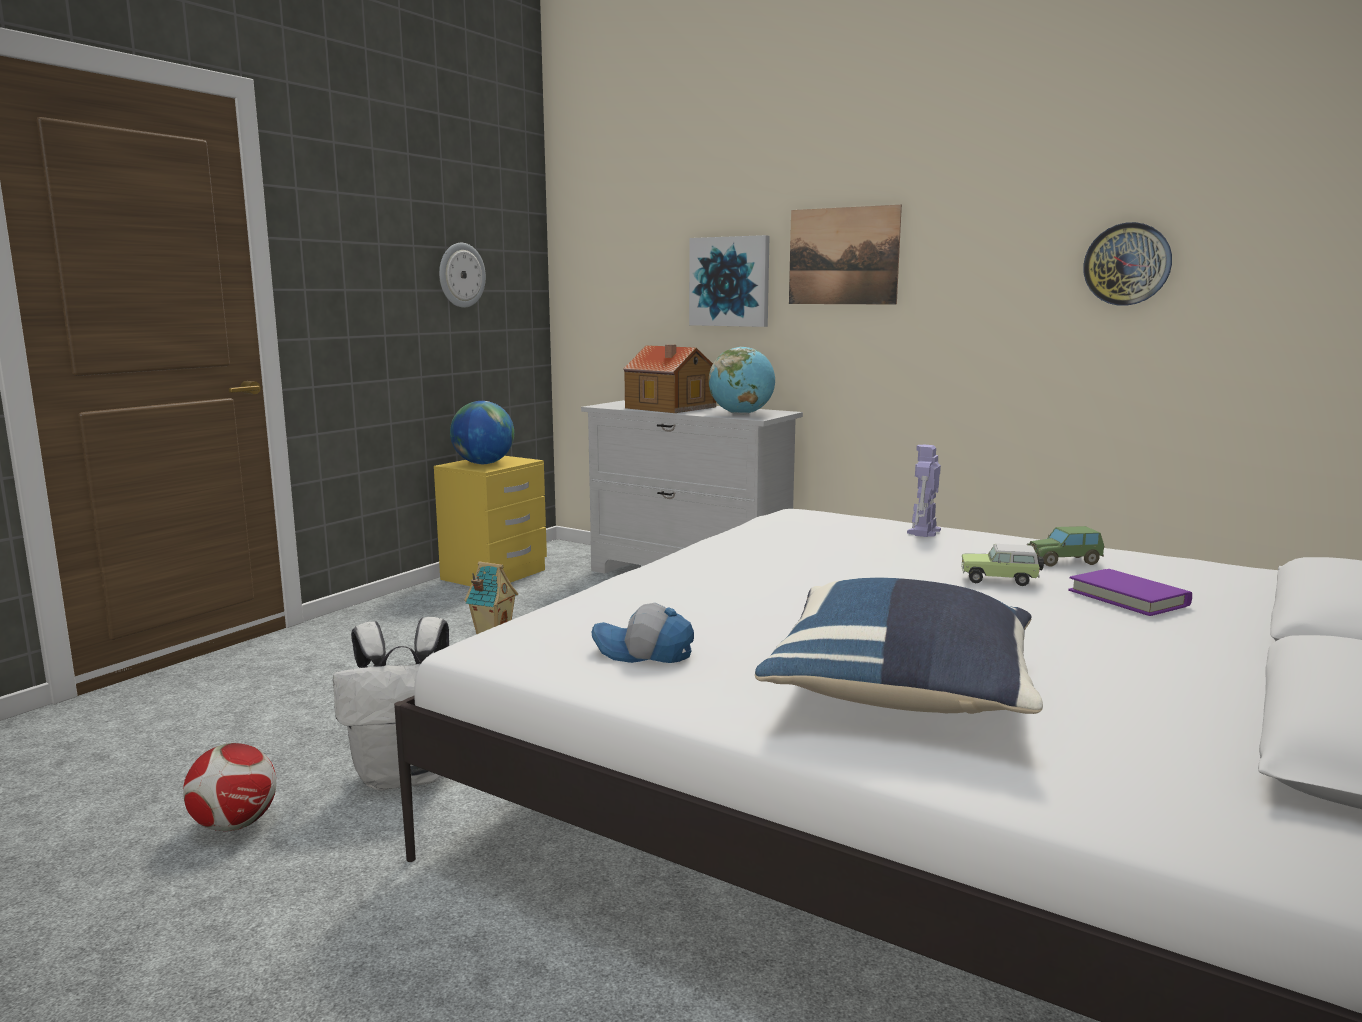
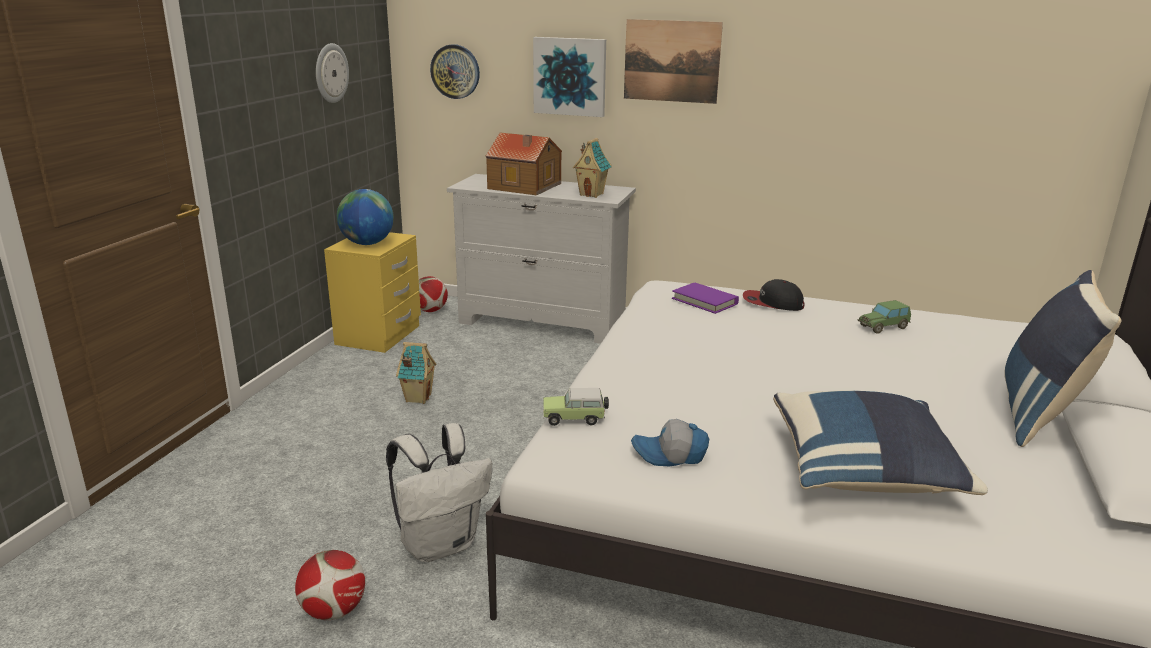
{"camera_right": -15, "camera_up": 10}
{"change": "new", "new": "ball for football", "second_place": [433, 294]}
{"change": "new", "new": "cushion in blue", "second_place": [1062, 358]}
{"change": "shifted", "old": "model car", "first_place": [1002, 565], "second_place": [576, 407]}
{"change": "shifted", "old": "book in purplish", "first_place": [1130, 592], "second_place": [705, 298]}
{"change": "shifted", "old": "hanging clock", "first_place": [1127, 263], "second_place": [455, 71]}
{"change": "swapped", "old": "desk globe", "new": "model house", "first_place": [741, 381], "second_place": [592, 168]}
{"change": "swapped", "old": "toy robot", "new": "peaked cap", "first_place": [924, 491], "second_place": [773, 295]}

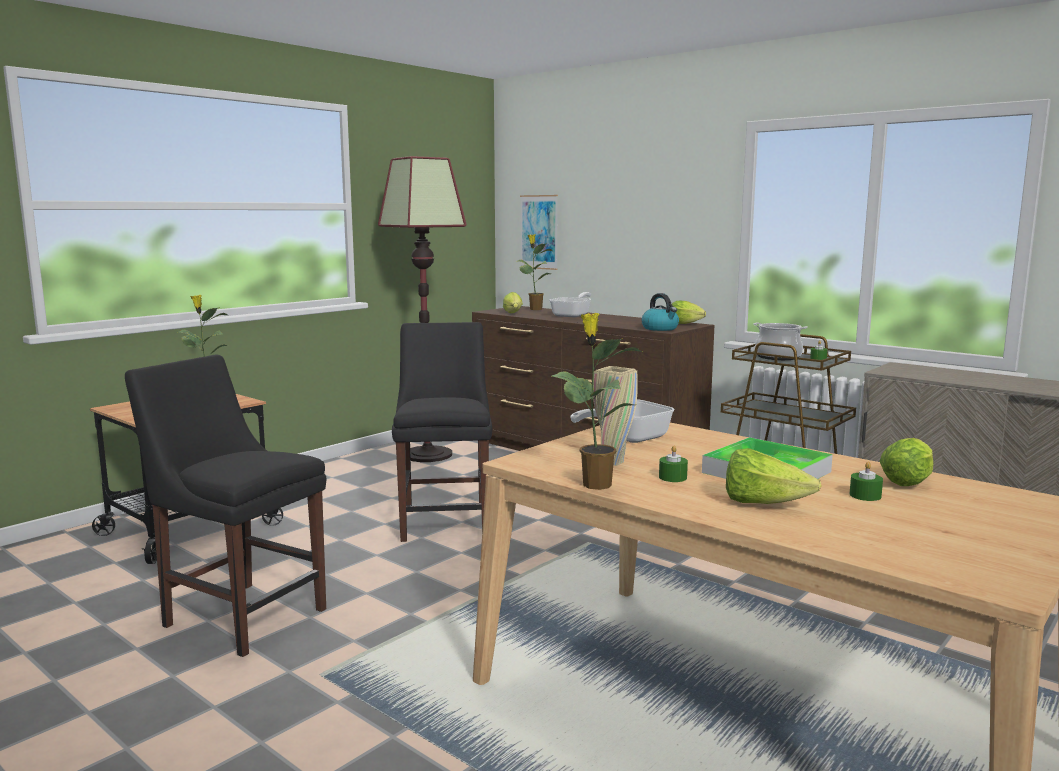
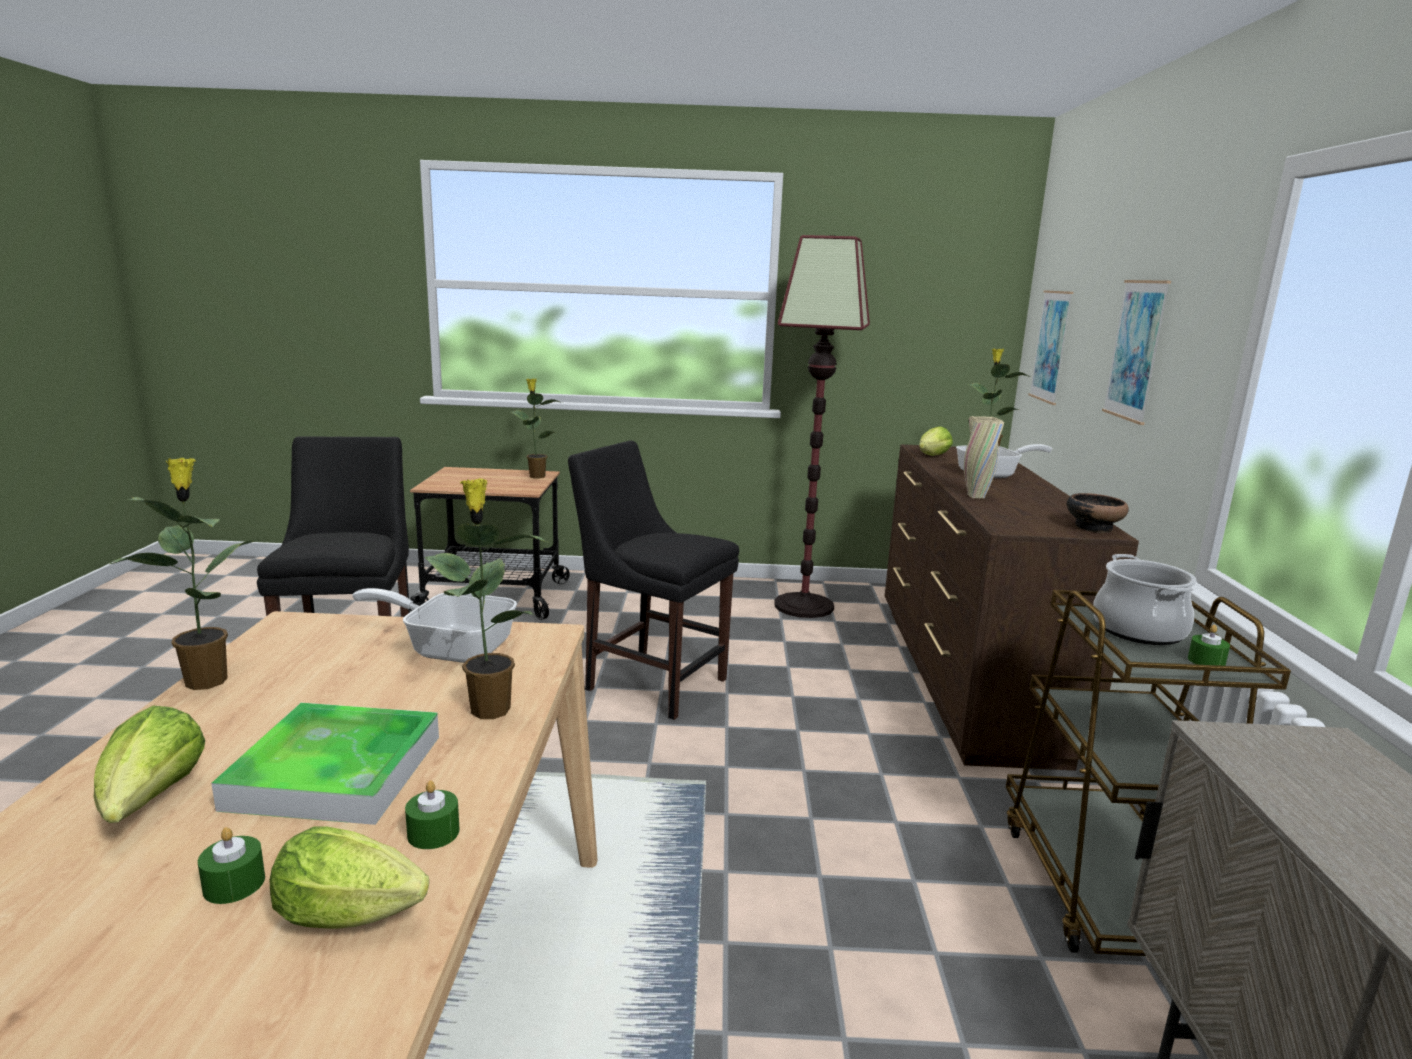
{"camera_right": 50, "camera_up": 5}
{"change": "gone", "old": "kettle", "first_place": [660, 312]}
{"change": "new", "new": "potted plant", "second_place": [485, 598]}
{"change": "new", "new": "wall picture", "second_place": [1136, 352]}
{"change": "shifted", "old": "flower vase in beige-coloured", "first_place": [615, 416], "second_place": [984, 457]}
{"change": "shifted", "old": "wax light in green-coloured", "first_place": [673, 464], "second_place": [432, 814]}
{"change": "swapped", "old": "head of lettuce", "new": "deep dish", "first_place": [688, 312], "second_place": [1098, 513]}
{"change": "rotated", "old": "chair in blackish", "first_place": [442, 432], "second_place": [653, 580], "degrees": -105}

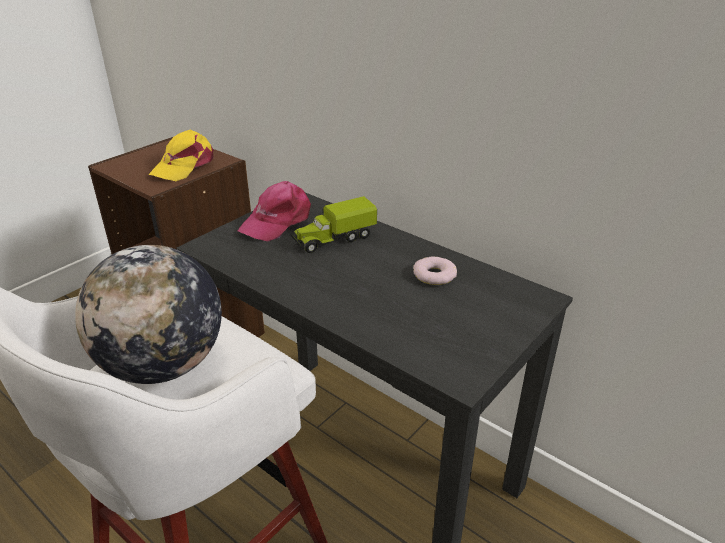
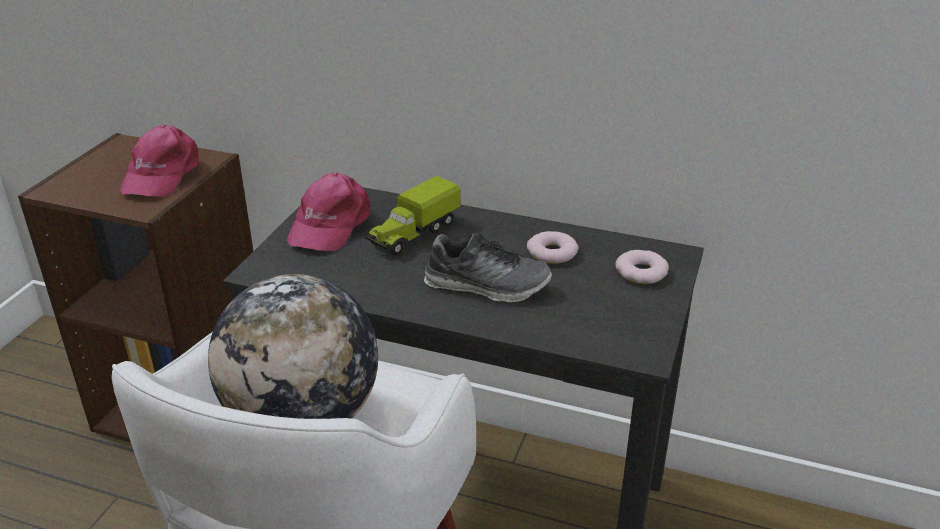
{"camera_right": -20, "camera_up": 0}
{"change": "new", "new": "item of footwear", "second_place": [488, 267]}
{"change": "new", "new": "doughnut", "second_place": [642, 267]}
{"change": "repainted", "old": "peaked cap in yellowish", "new": "peaked cap in pink", "first_place": [180, 155], "second_place": [160, 161]}

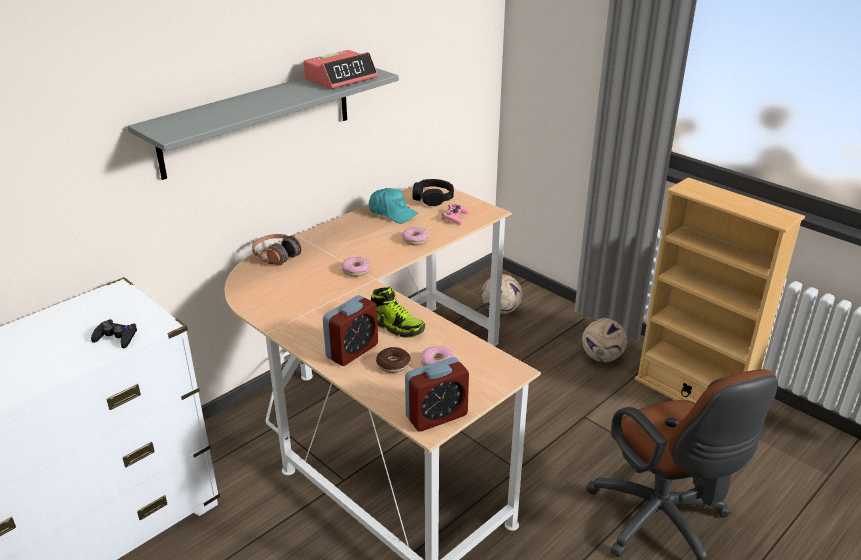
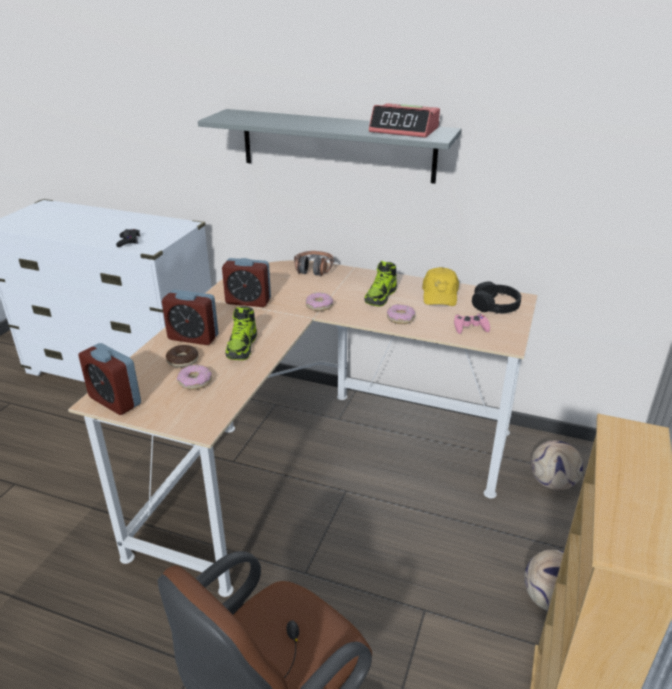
{"camera_right": 65, "camera_up": 0}
{"change": "new", "new": "bedside clock", "second_place": [246, 282]}
{"change": "new", "new": "item of footwear", "second_place": [380, 284]}
{"change": "repainted", "old": "peaked cap in blue-green", "new": "peaked cap in yellowish", "first_place": [393, 205], "second_place": [440, 286]}

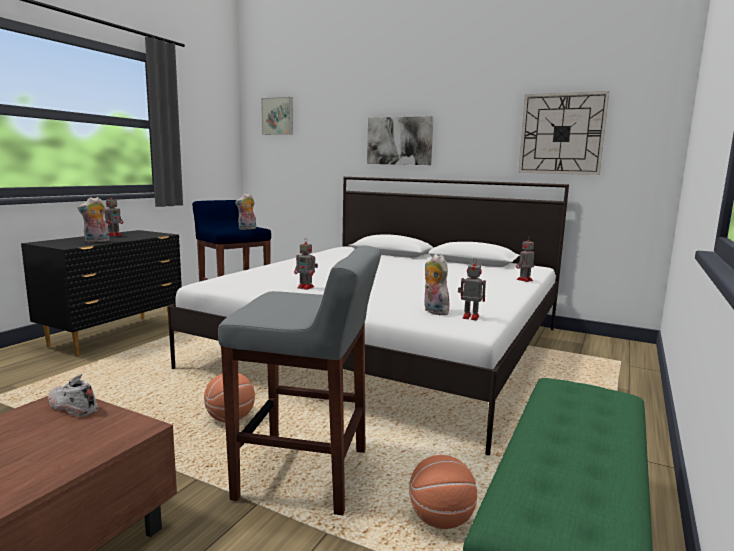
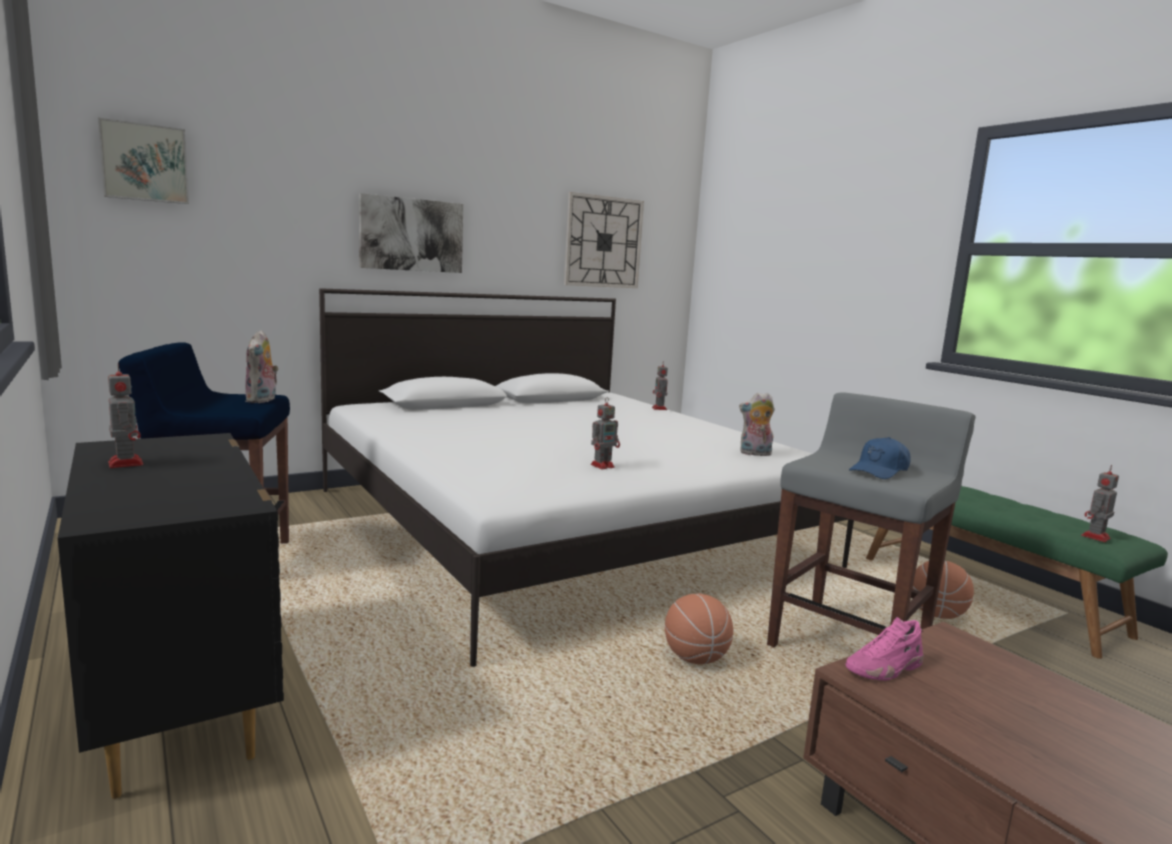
{"camera_right": -60, "camera_up": 0}
{"change": "gone", "old": "soft toy", "first_place": [93, 220]}
{"change": "new", "new": "peaked cap in blue", "second_place": [880, 458]}
{"change": "shifted", "old": "toy robot", "first_place": [472, 289], "second_place": [1100, 503]}
{"change": "repainted", "old": "item of footwear in white-coloured", "new": "item of footwear in pink", "first_place": [73, 395], "second_place": [884, 649]}

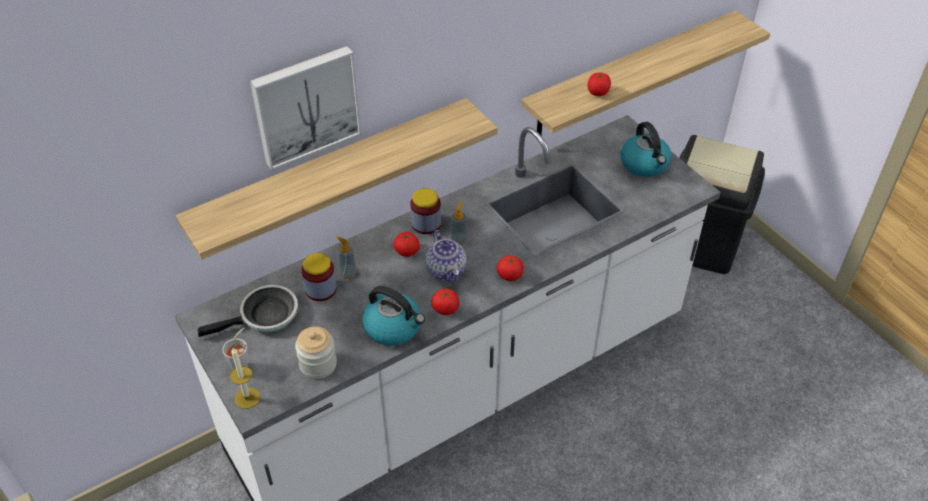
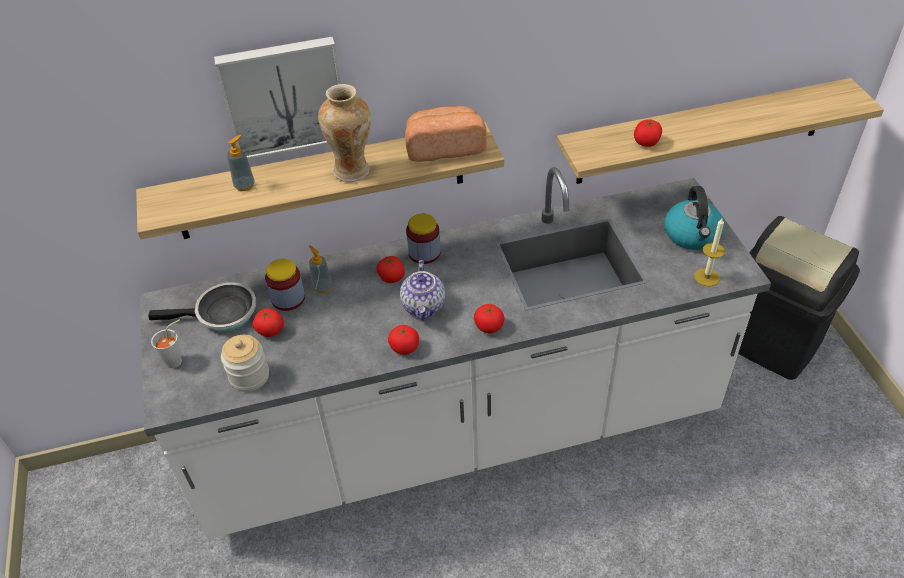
{"camera_right": 20, "camera_up": 0}
{"change": "gone", "old": "kettle", "first_place": [393, 316]}
{"change": "new", "new": "tomato", "second_place": [268, 322]}
{"change": "new", "new": "flower vase", "second_place": [344, 133]}
{"change": "new", "new": "baked bread", "second_place": [446, 134]}
{"change": "shifted", "old": "wax light", "first_place": [245, 378], "second_place": [709, 251]}
{"change": "shifted", "old": "soap dispenser", "first_place": [459, 223], "second_place": [241, 163]}

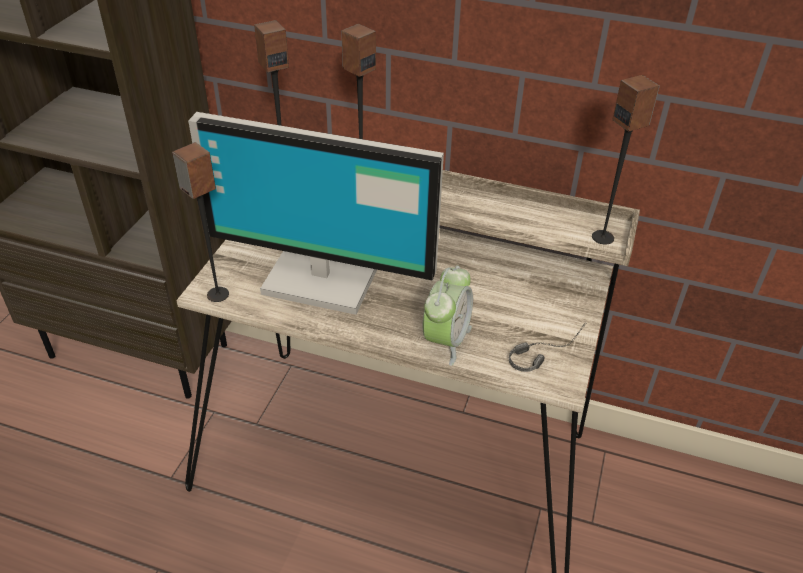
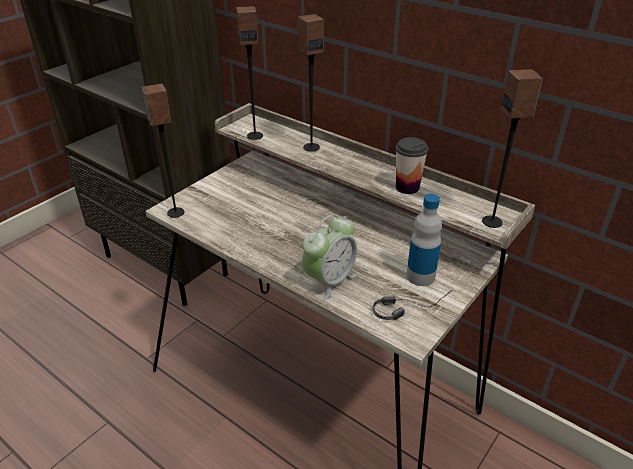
{"camera_right": 20, "camera_up": -5}
{"change": "gone", "old": "computer screen", "first_place": [316, 213]}
{"change": "new", "new": "small cup", "second_place": [411, 165]}
{"change": "new", "new": "bottle", "second_place": [424, 239]}

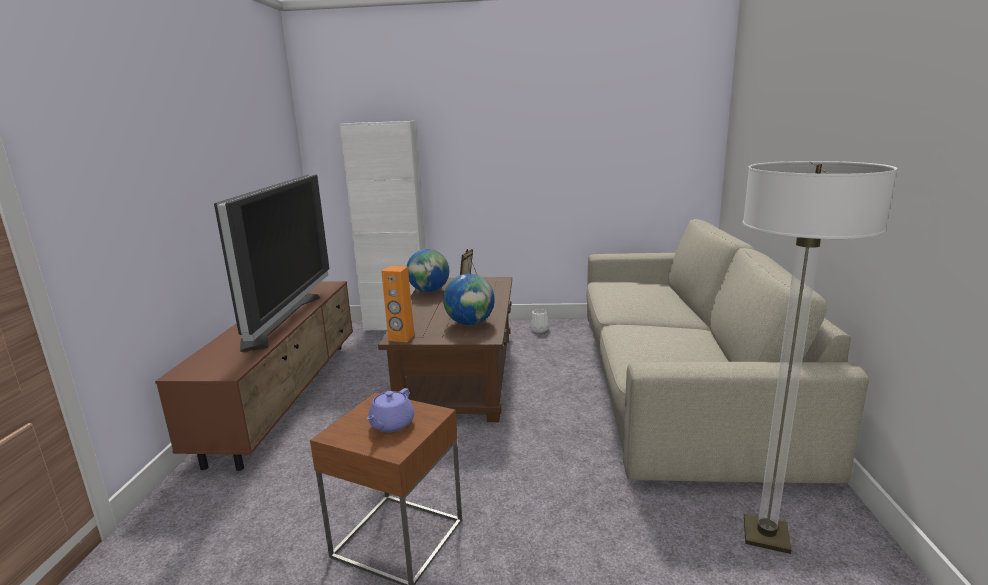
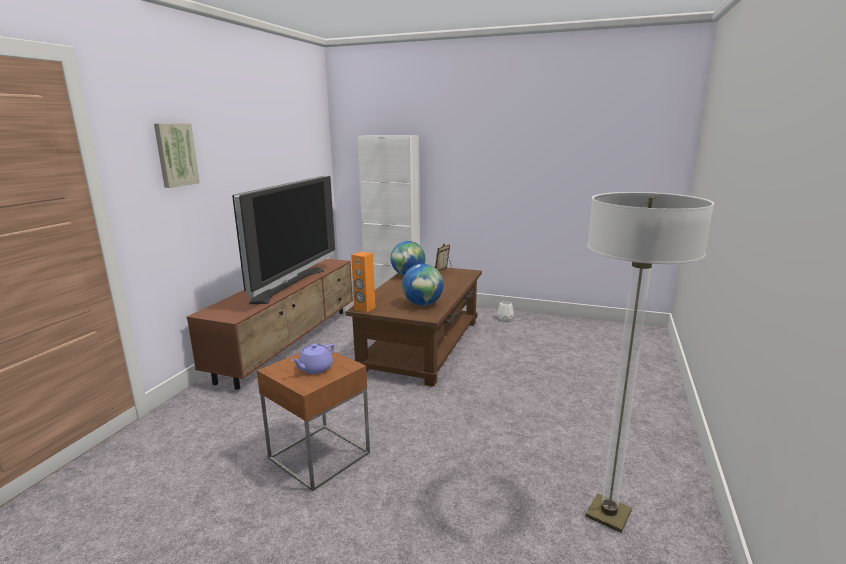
{"camera_right": 15, "camera_up": 0}
{"change": "gone", "old": "couch in beige-coloured", "first_place": [727, 351]}
{"change": "new", "new": "wall picture", "second_place": [177, 155]}

